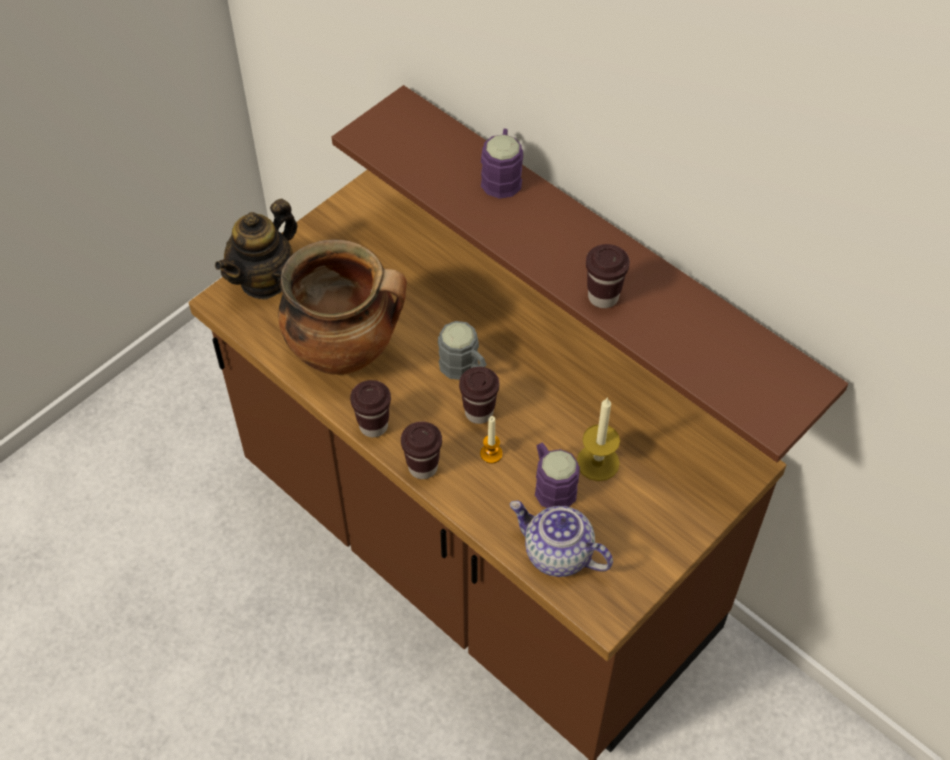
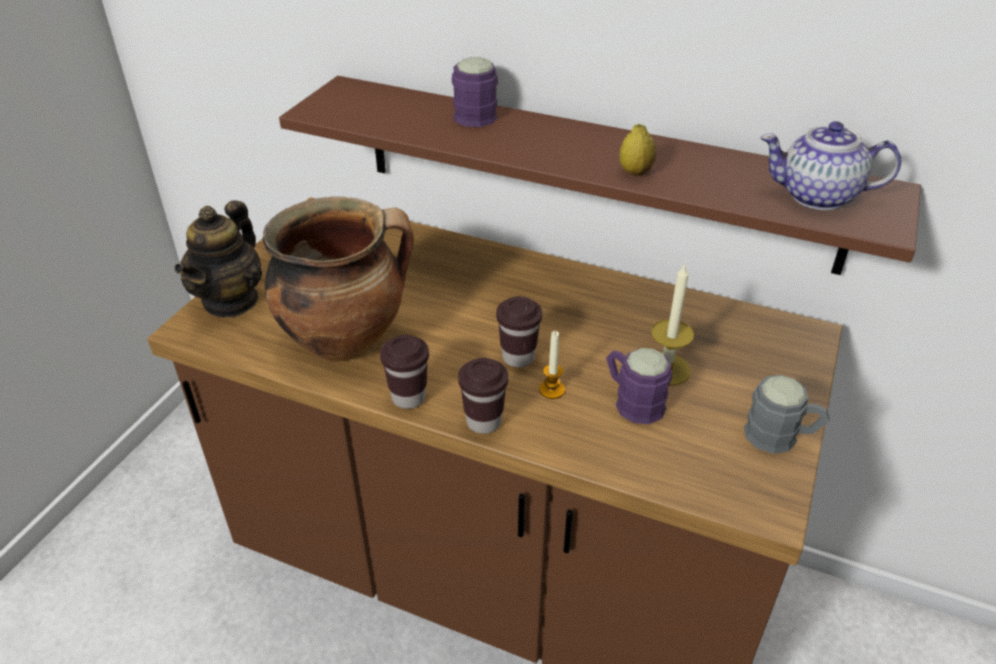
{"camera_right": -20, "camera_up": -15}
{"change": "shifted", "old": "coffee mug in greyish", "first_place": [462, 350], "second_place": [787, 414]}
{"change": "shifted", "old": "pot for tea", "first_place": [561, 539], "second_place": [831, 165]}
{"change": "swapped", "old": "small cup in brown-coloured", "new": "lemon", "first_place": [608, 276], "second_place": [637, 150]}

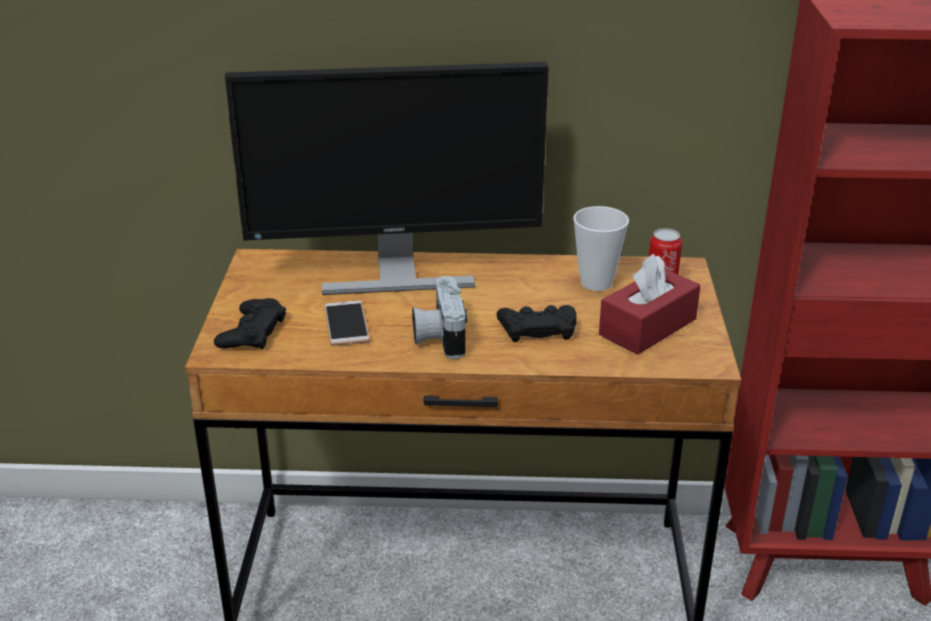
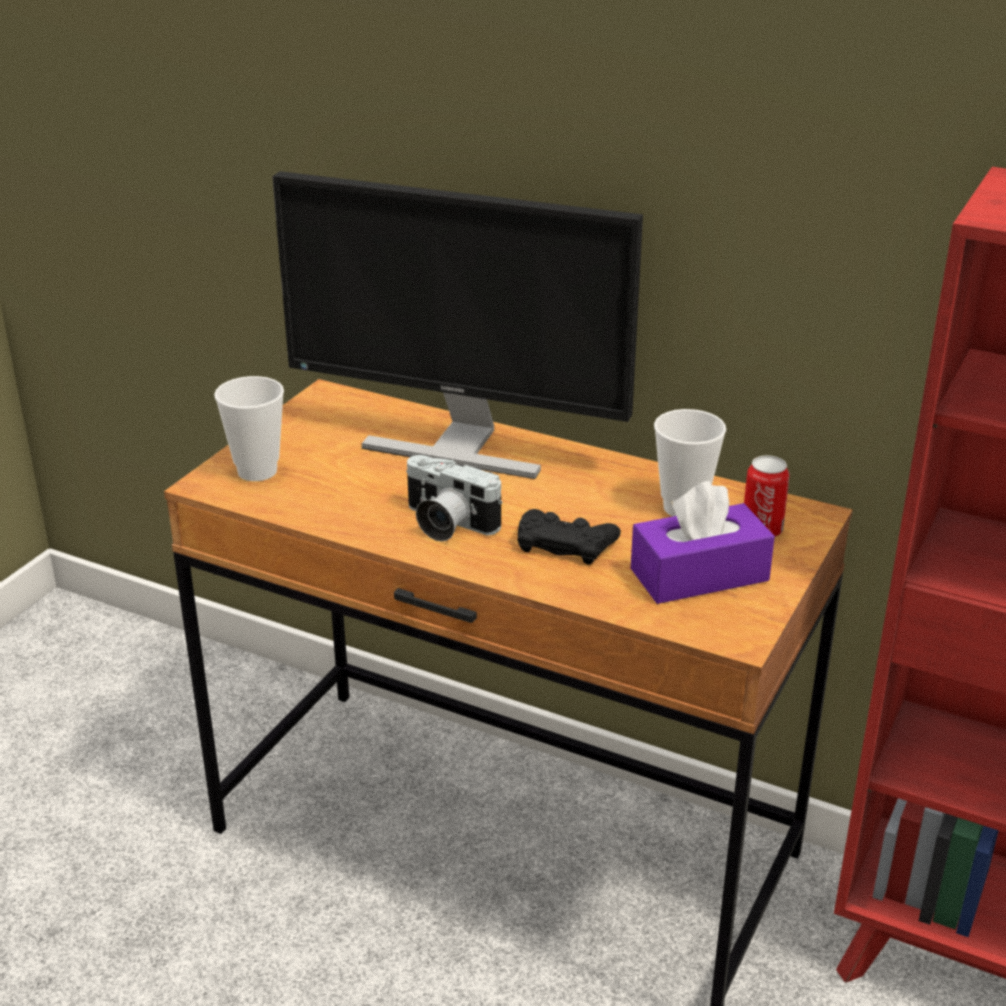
{"camera_right": 25, "camera_up": 0}
{"change": "gone", "old": "phone", "first_place": [347, 323]}
{"change": "swapped", "old": "joypad in blackish", "new": "small cup", "first_place": [250, 324], "second_place": [249, 428]}
{"change": "repainted", "old": "tissue holder in red", "new": "tissue holder in purplish", "first_place": [650, 304], "second_place": [703, 542]}
{"change": "rotated", "old": "photo camera", "first_place": [439, 317], "second_place": [454, 498], "degrees": -75}

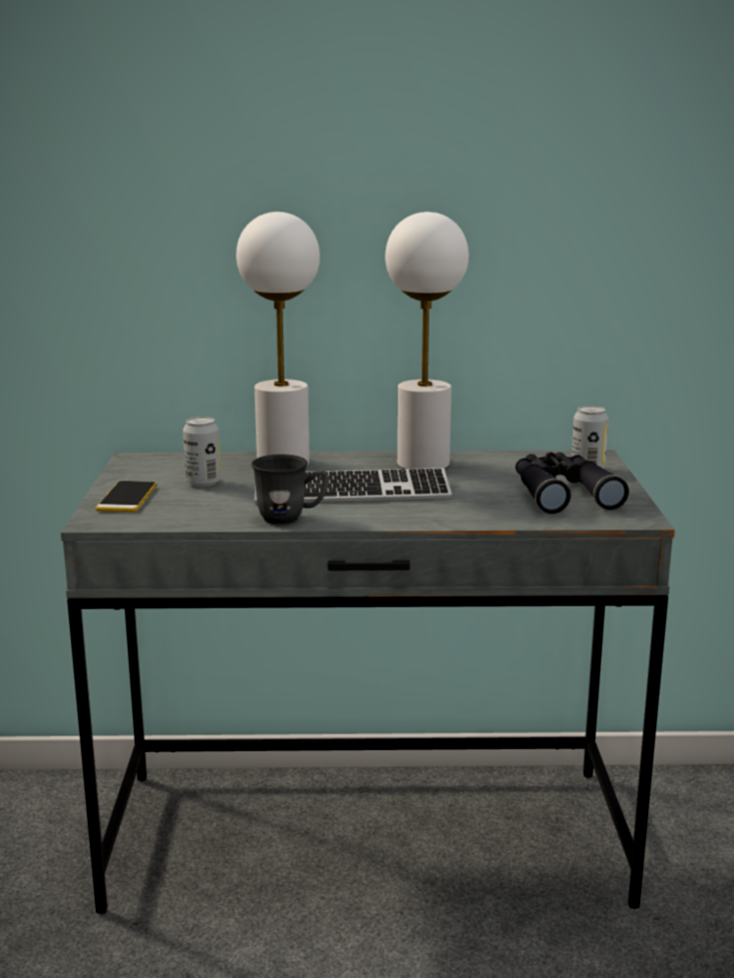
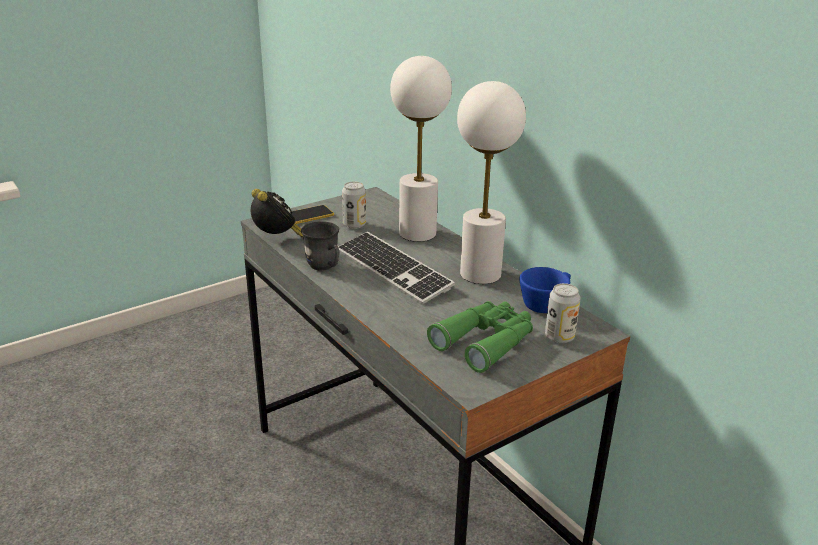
{"camera_right": 55, "camera_up": 10}
{"change": "new", "new": "bedside clock", "second_place": [277, 213]}
{"change": "new", "new": "small cup in blue", "second_place": [545, 290]}
{"change": "repainted", "old": "pair of binoculars in blackish", "new": "pair of binoculars in green-coloured", "first_place": [572, 483], "second_place": [480, 337]}

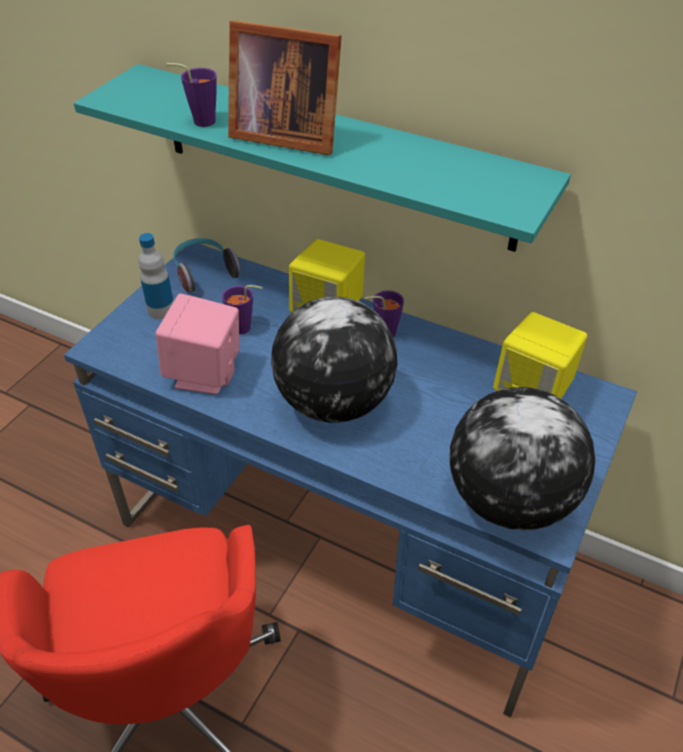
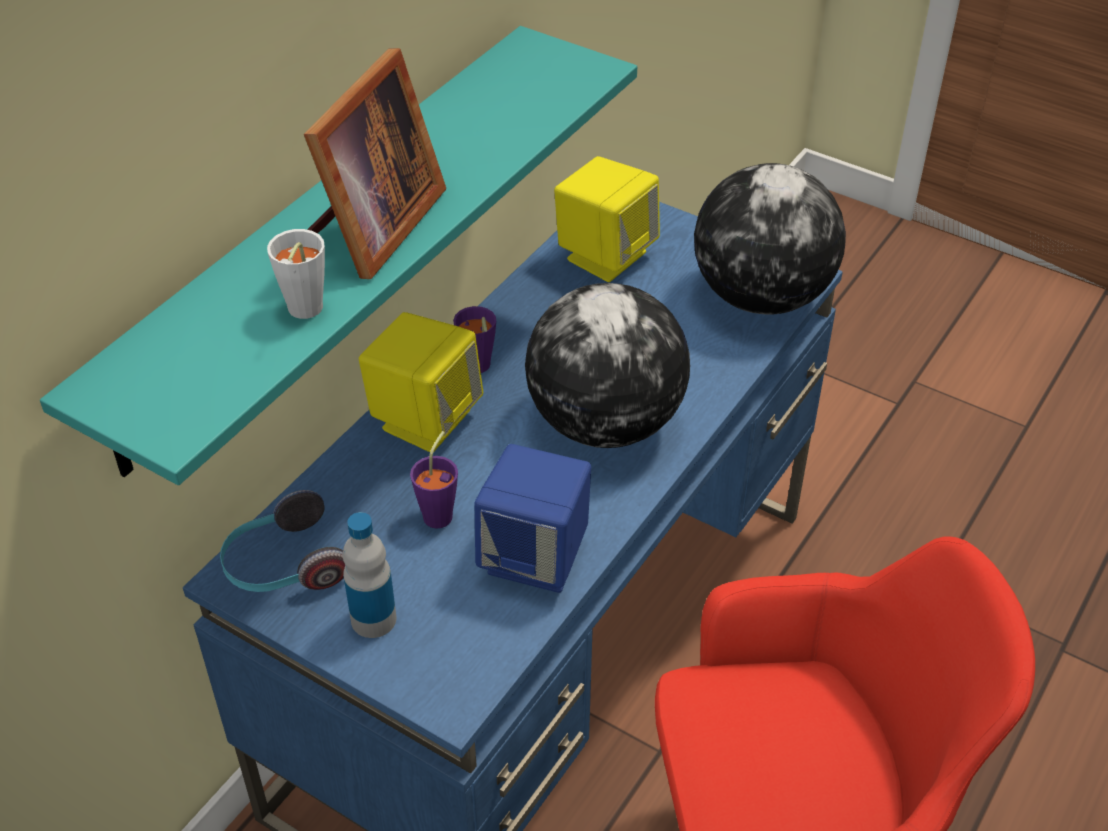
{"camera_right": -85, "camera_up": 0}
{"change": "repainted", "old": "audio speaker in pink", "new": "audio speaker in blue", "first_place": [197, 344], "second_place": [532, 518]}
{"change": "repainted", "old": "small cup in purplish", "new": "small cup in white-coloured", "first_place": [191, 95], "second_place": [296, 274]}

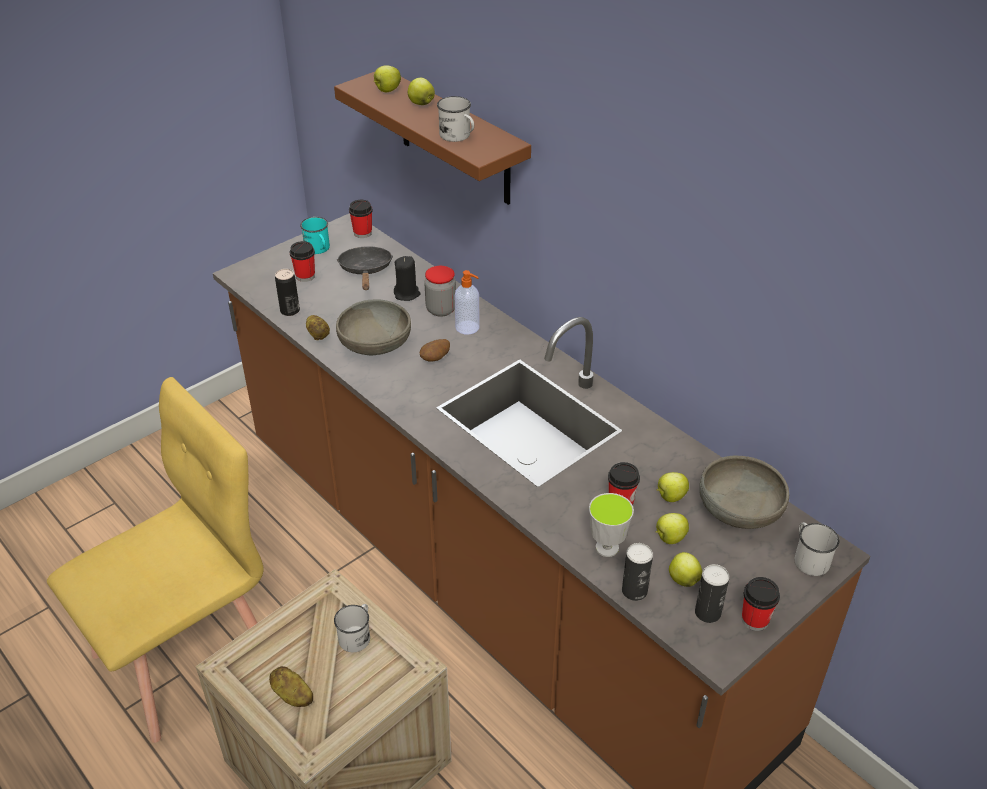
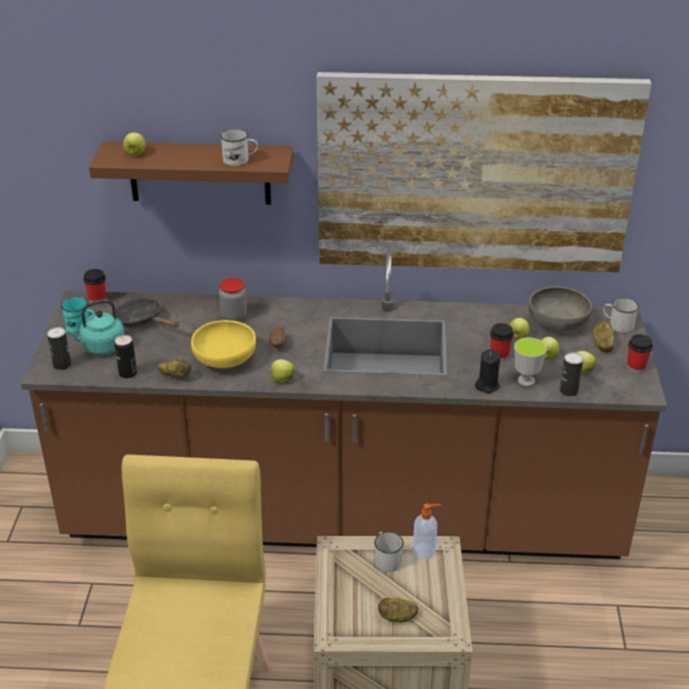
{"camera_right": -45, "camera_up": -5}
{"change": "new", "new": "wall picture", "second_place": [484, 172]}
{"change": "new", "new": "potato", "second_place": [603, 337]}
{"change": "shifted", "old": "wax light in blackish", "first_place": [407, 278], "second_place": [488, 371]}
{"change": "shifted", "old": "apple", "first_place": [421, 91], "second_place": [281, 370]}
{"change": "shifted", "old": "soap dispenser", "first_place": [467, 302], "second_place": [427, 531]}
{"change": "shifted", "old": "sealed can", "first_place": [712, 593], "second_place": [59, 348]}
{"change": "swapped", "old": "small cup", "new": "kettle in blue-green", "first_place": [302, 261], "second_place": [95, 327]}
{"change": "repainted", "old": "deep dish in greyish", "new": "deep dish in yellowish", "first_place": [373, 327], "second_place": [223, 344]}

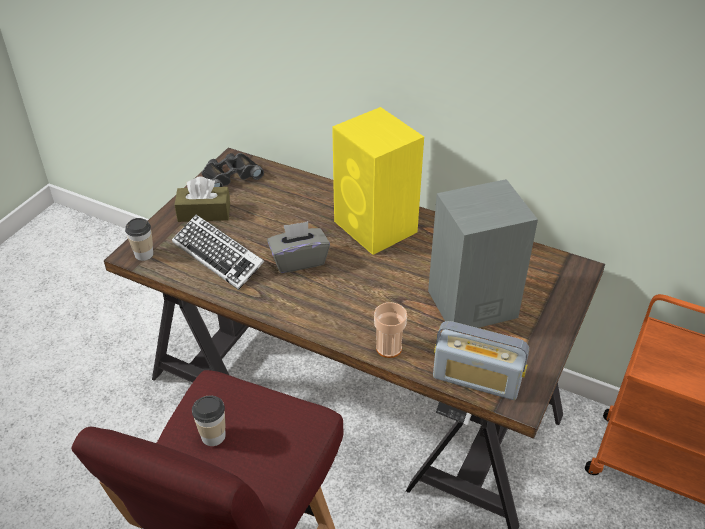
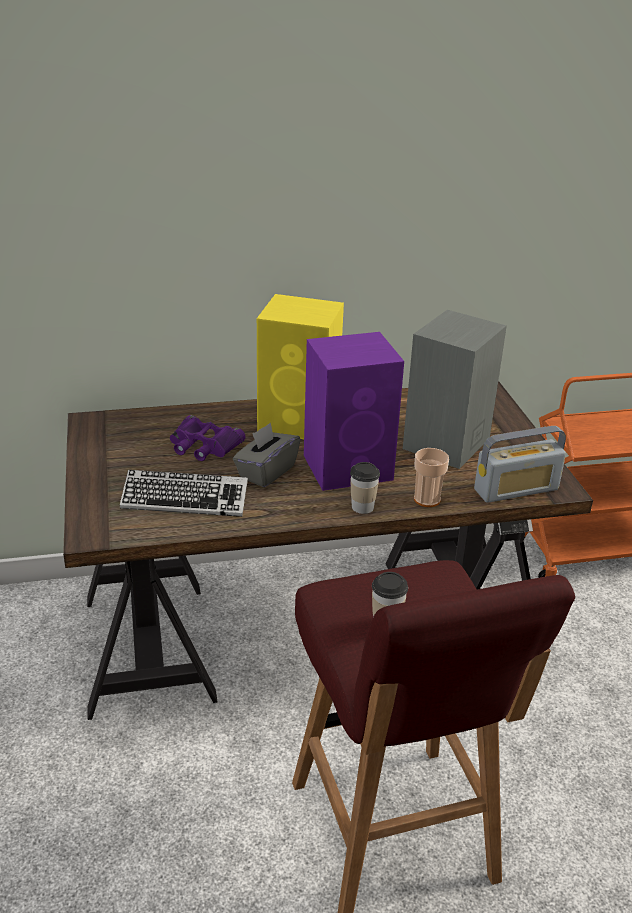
{"camera_right": -40, "camera_up": -10}
{"change": "gone", "old": "tissue holder in brown-coloured", "first_place": [202, 199]}
{"change": "gone", "old": "pair of binoculars in blackish", "first_place": [233, 170]}
{"change": "new", "new": "pair of binoculars in purplish", "second_place": [207, 438]}
{"change": "new", "new": "audio speaker in purplish", "second_place": [354, 411]}
{"change": "shifted", "old": "small cup", "first_place": [139, 239], "second_place": [365, 488]}

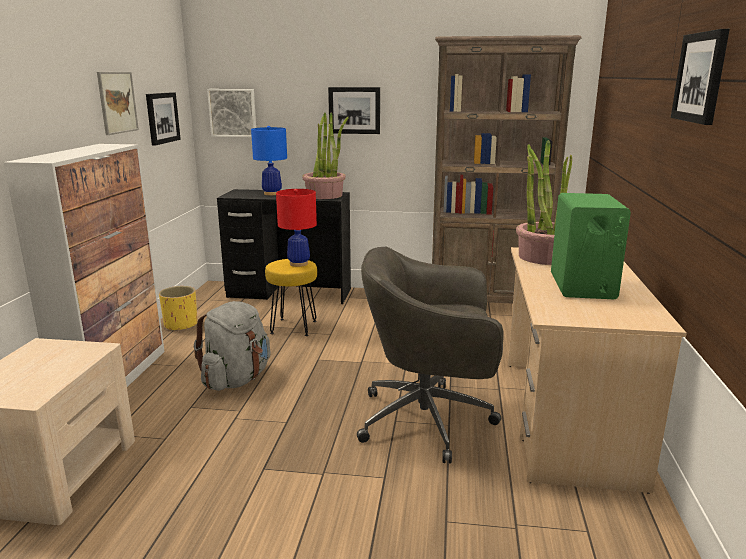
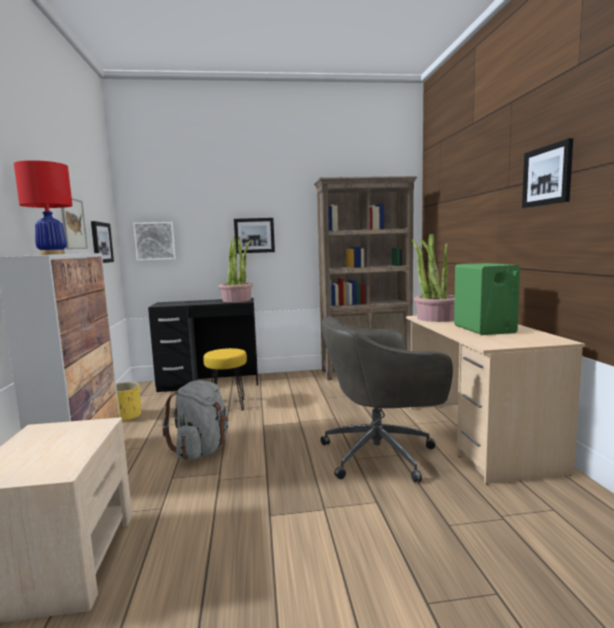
{"camera_right": -15, "camera_up": -10}
{"change": "gone", "old": "table lamp in blue", "first_place": [269, 160]}
{"change": "shifted", "old": "table lamp in red", "first_place": [296, 228], "second_place": [43, 207]}

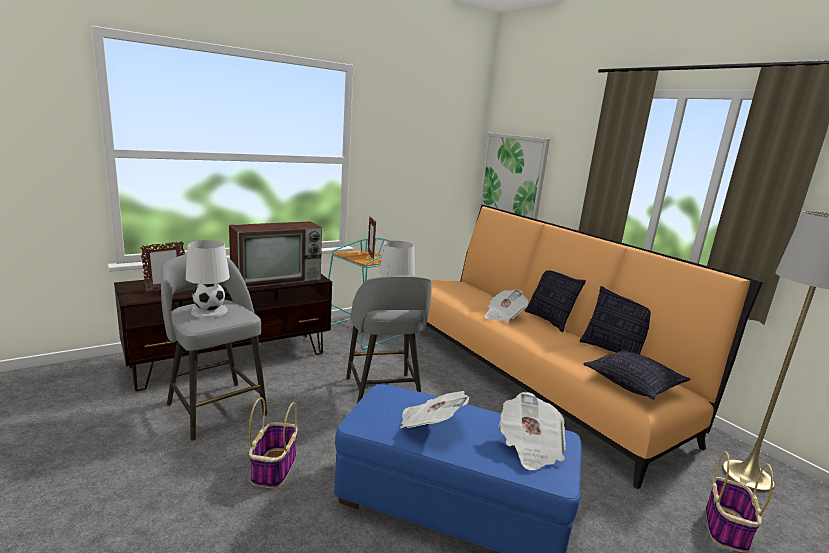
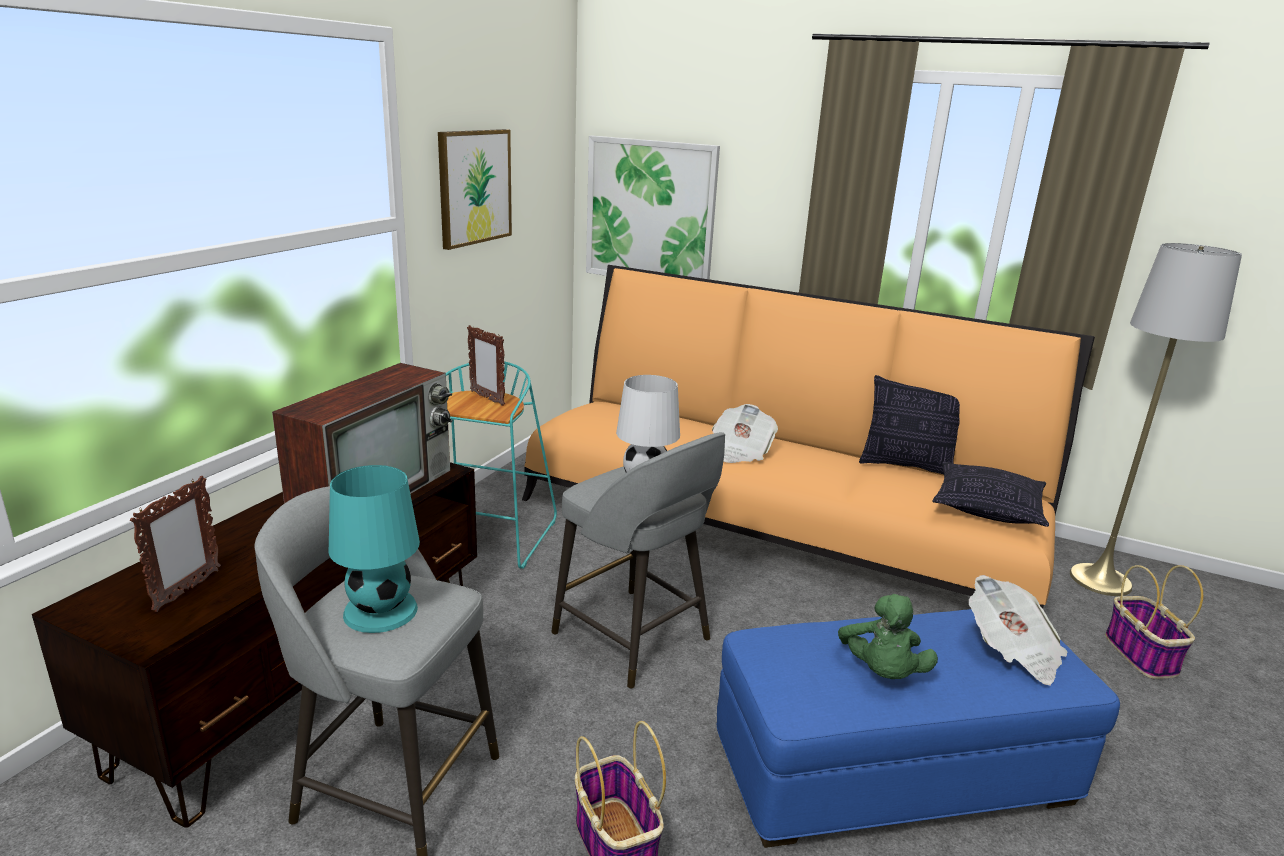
{"camera_right": -30, "camera_up": 5}
{"change": "gone", "old": "cushion", "first_place": [555, 302]}
{"change": "new", "new": "wall picture", "second_place": [475, 189]}
{"change": "swapped", "old": "newspaper", "new": "soft toy in green-coloured", "first_place": [434, 409], "second_place": [888, 636]}
{"change": "repainted", "old": "table lamp in white-coloured", "new": "table lamp in blue-green", "first_place": [207, 279], "second_place": [374, 549]}

